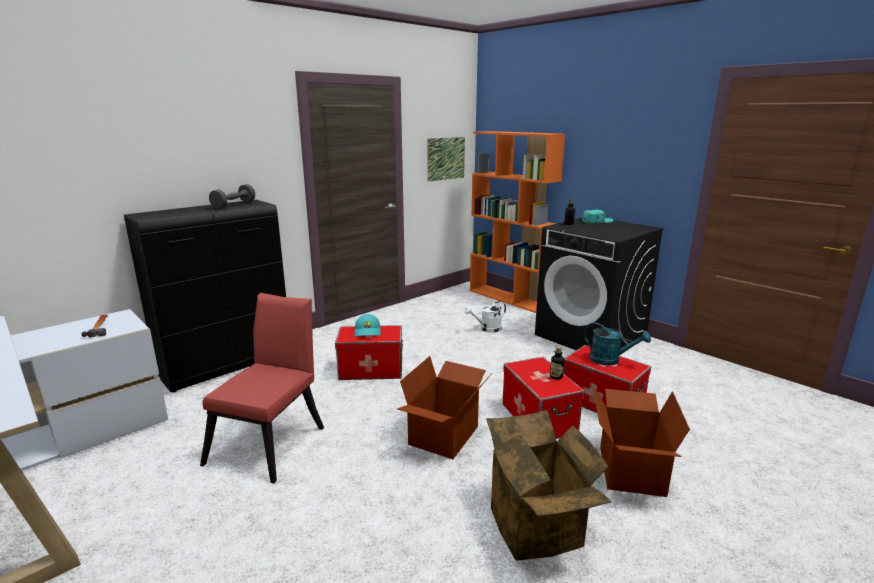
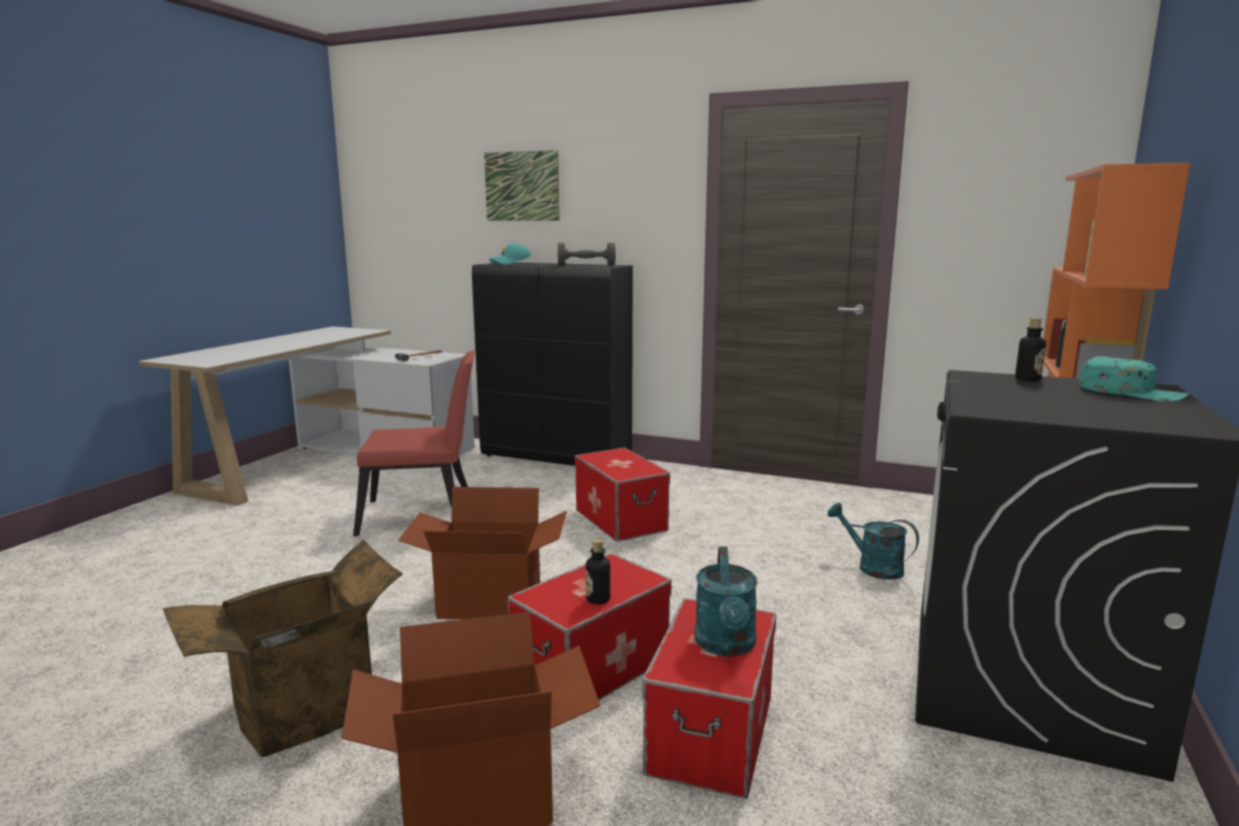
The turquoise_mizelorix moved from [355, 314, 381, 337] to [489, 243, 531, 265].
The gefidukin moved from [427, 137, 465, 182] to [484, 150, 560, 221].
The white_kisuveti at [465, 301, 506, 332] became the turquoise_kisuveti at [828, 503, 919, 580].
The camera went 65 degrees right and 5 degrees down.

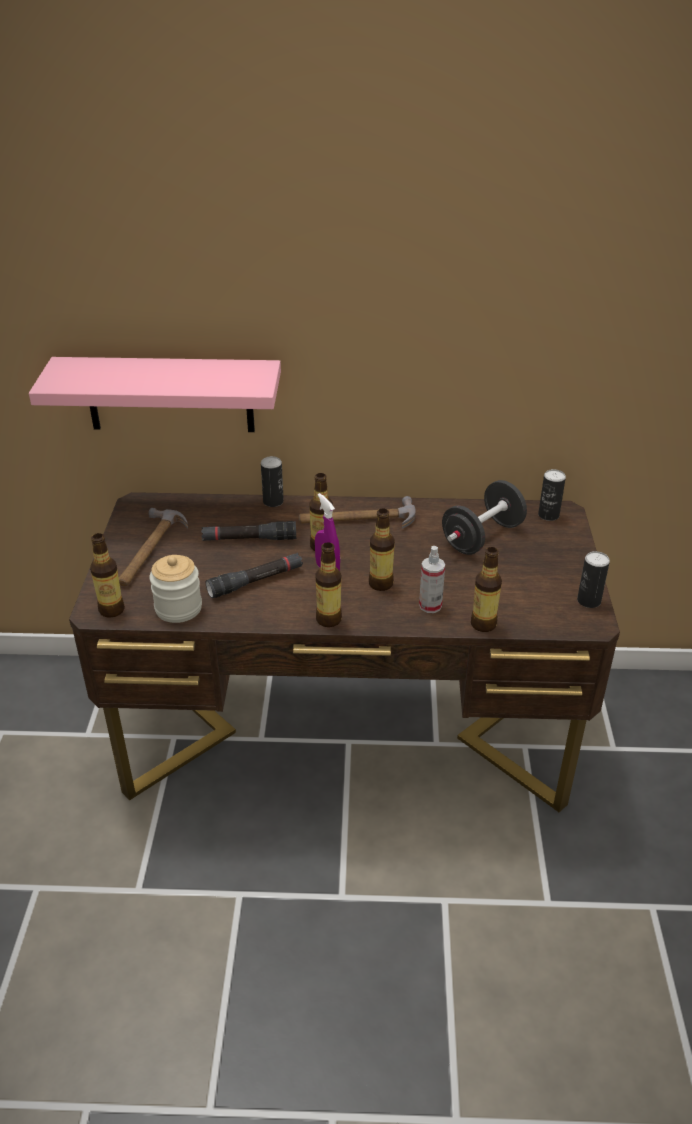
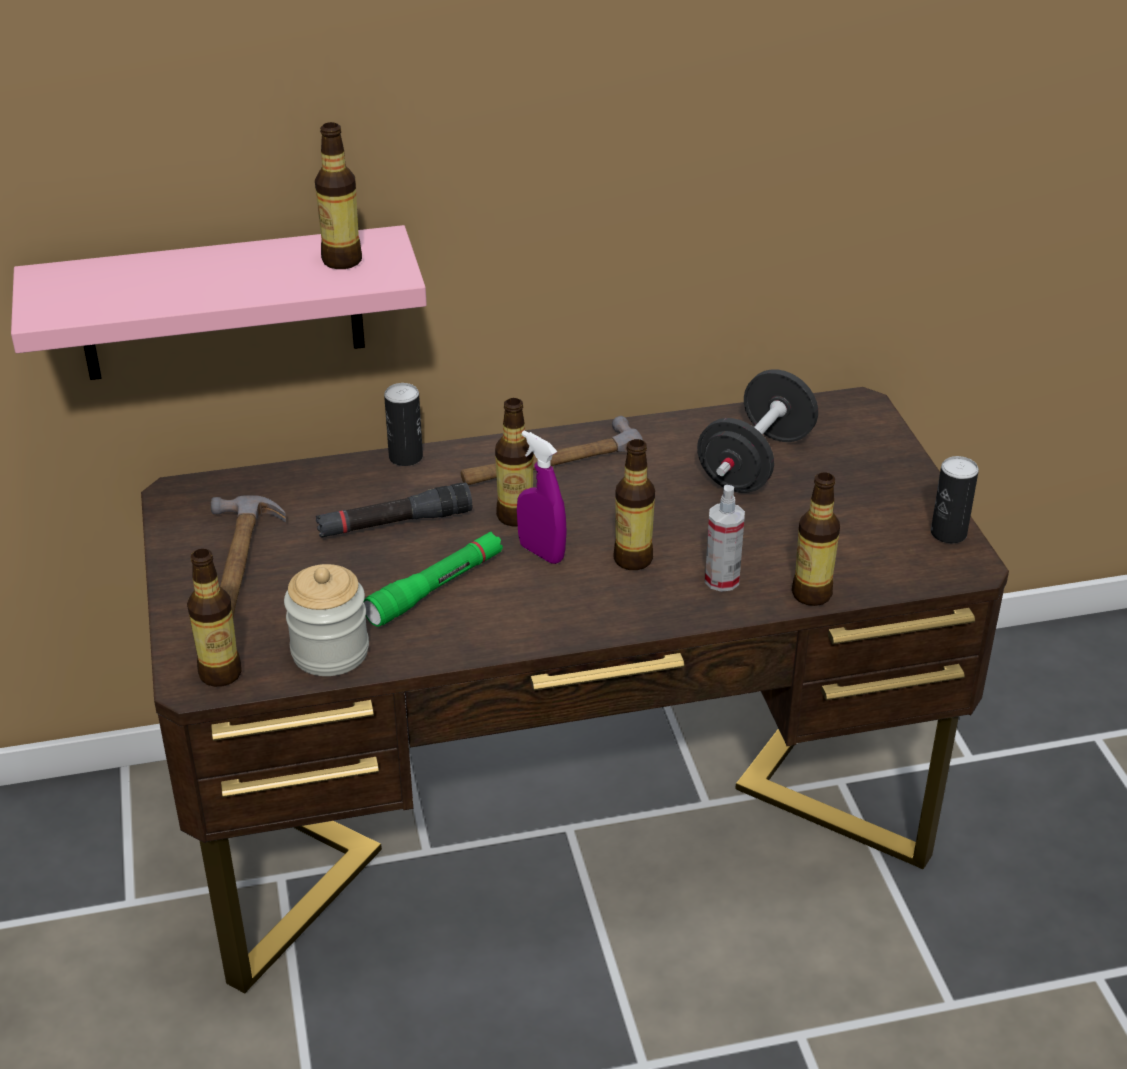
The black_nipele at [206, 553, 303, 598] became the green_nipele at [364, 532, 503, 627].
The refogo moved from [315, 543, 342, 627] to [315, 122, 362, 269].
The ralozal at [538, 469, 566, 521] disappeared.
The camera went 15 degrees left and 0 degrees up.

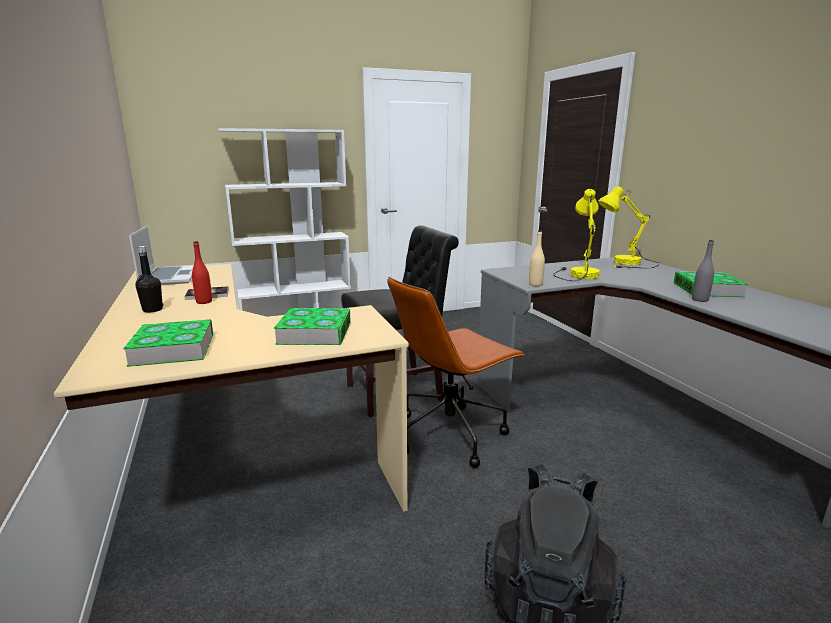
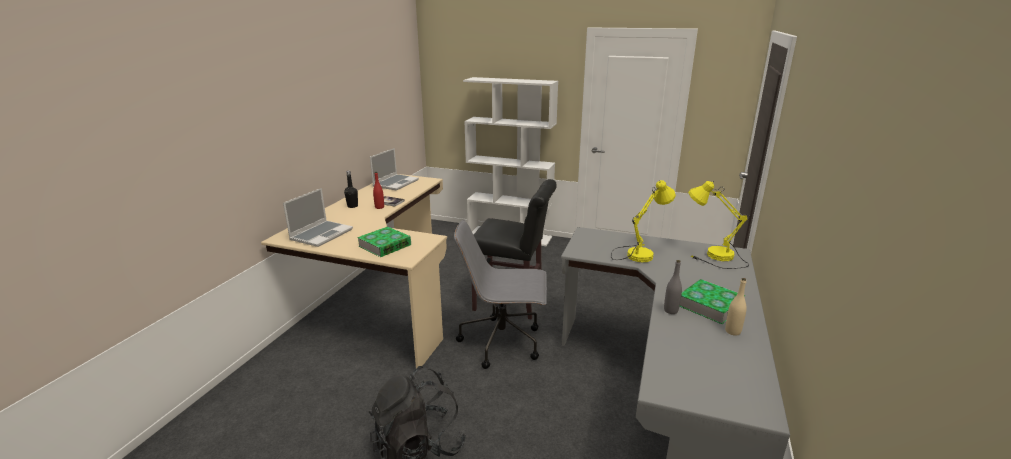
The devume at [123, 319, 213, 367] was replaced by the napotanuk at [283, 188, 353, 247].
The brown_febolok at [387, 277, 525, 468] became the grey_febolok at [454, 220, 547, 369].
The beige_refogo moved from [529, 230, 545, 286] to [725, 278, 747, 336].
The camera went 40 degrees right and 5 degrees up.

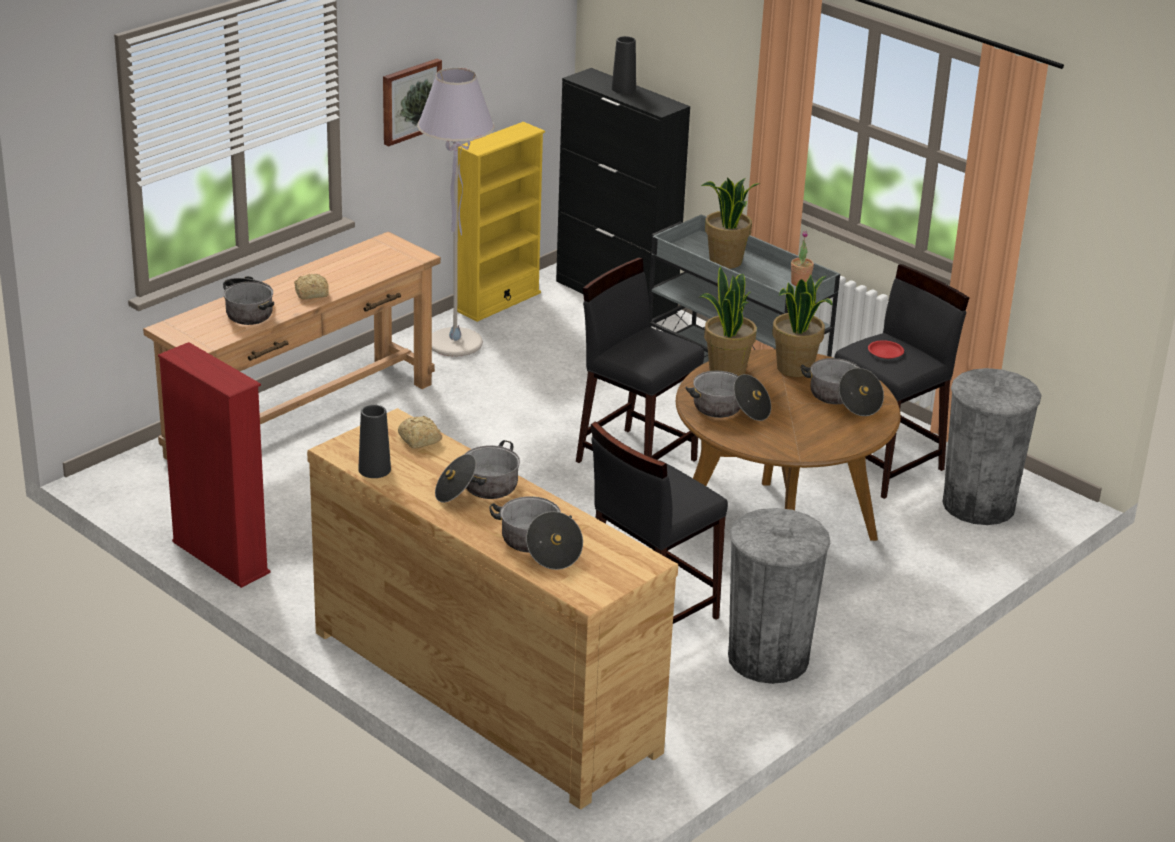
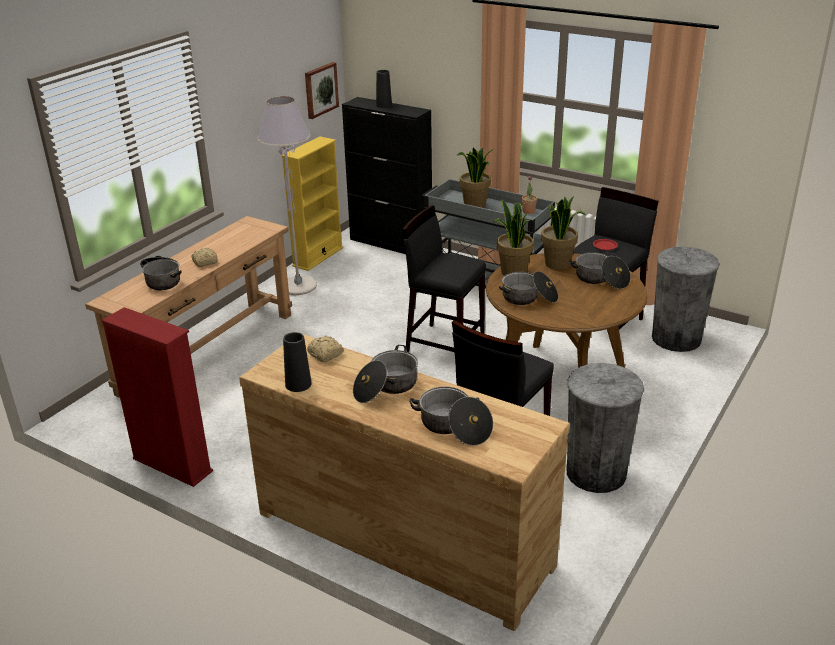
The gefidukin moved from [383, 58, 442, 146] to [305, 62, 339, 119].
The camera went 10 degrees left and 0 degrees up.

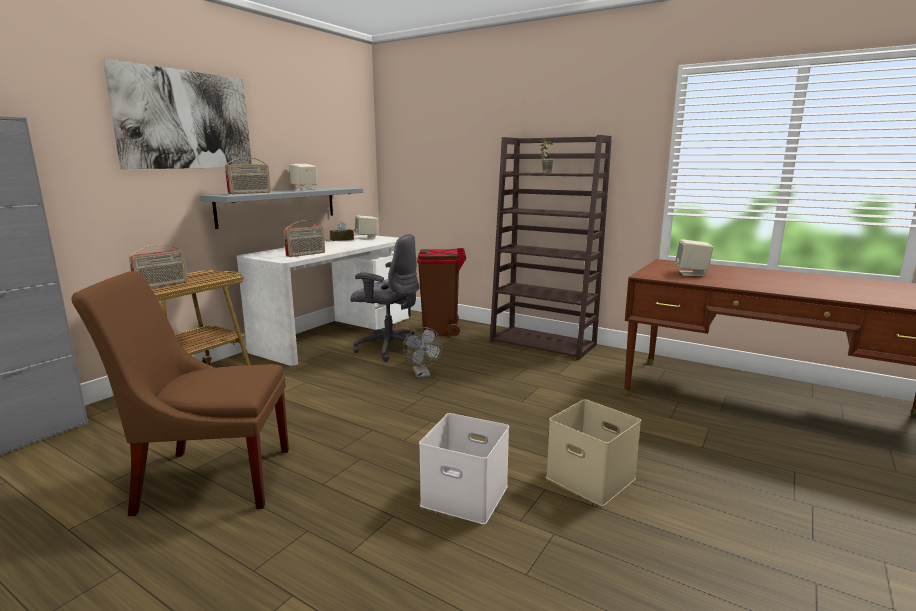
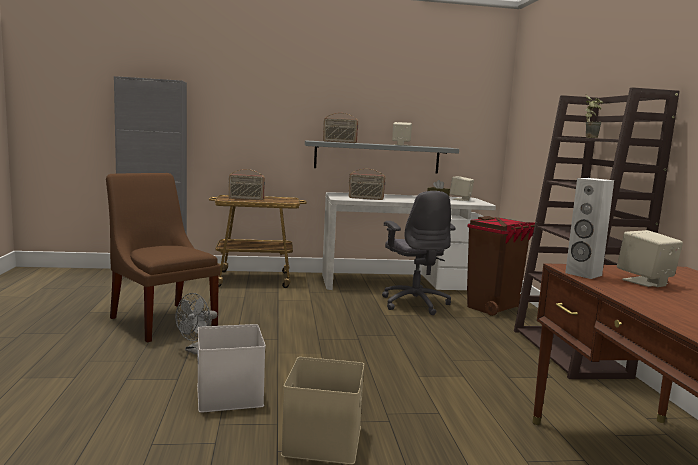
The gefidukin at [103, 59, 252, 169] disappeared.
The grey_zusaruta moved from [403, 327, 443, 378] to [175, 293, 217, 355].
The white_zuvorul at [565, 178, 614, 279] appeared.
The camera went 50 degrees right and 5 degrees down.

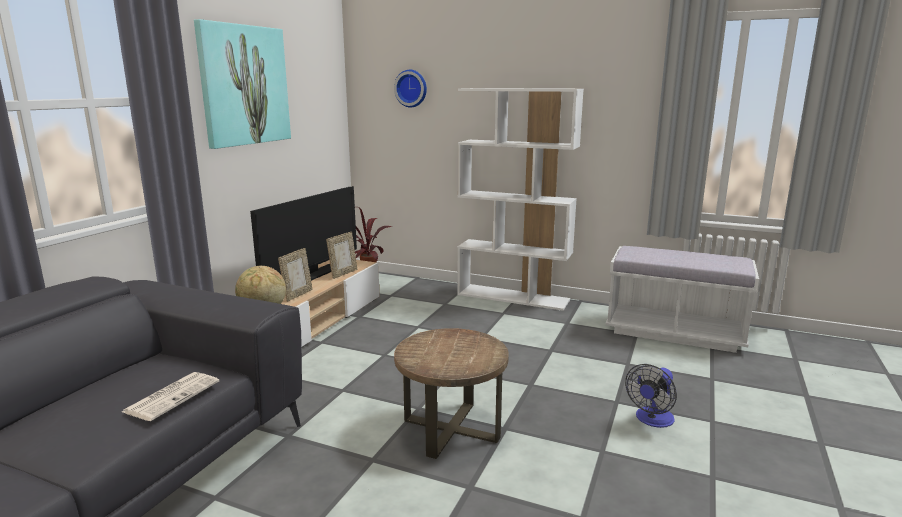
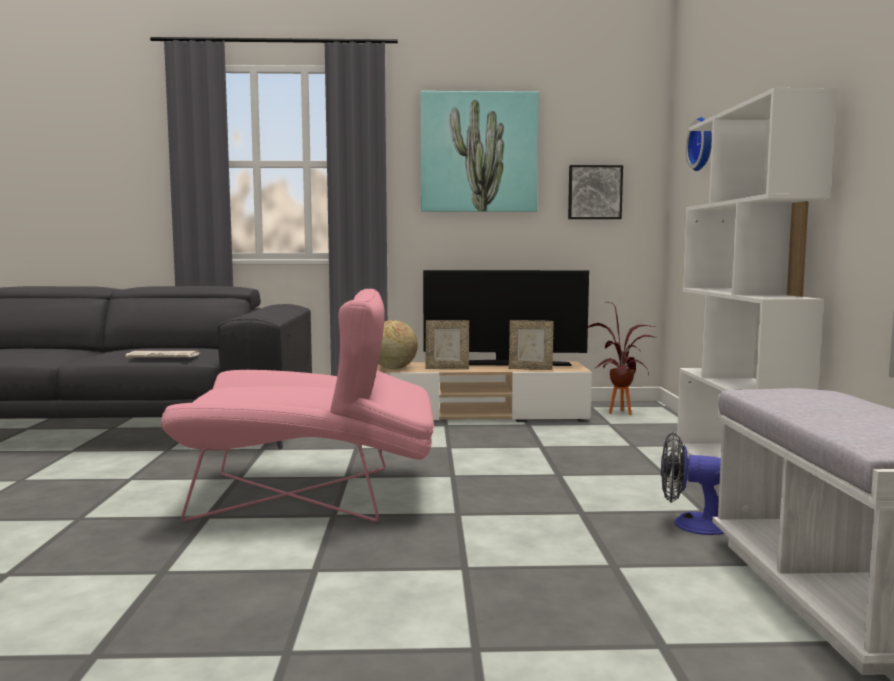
The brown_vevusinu at [394, 328, 509, 459] was replaced by the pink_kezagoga at [161, 289, 434, 522].
The zusaruta moved from [625, 364, 677, 428] to [661, 432, 724, 535].
The gefidukin at [568, 165, 623, 219] appeared.
The camera went 65 degrees right and 10 degrees down.

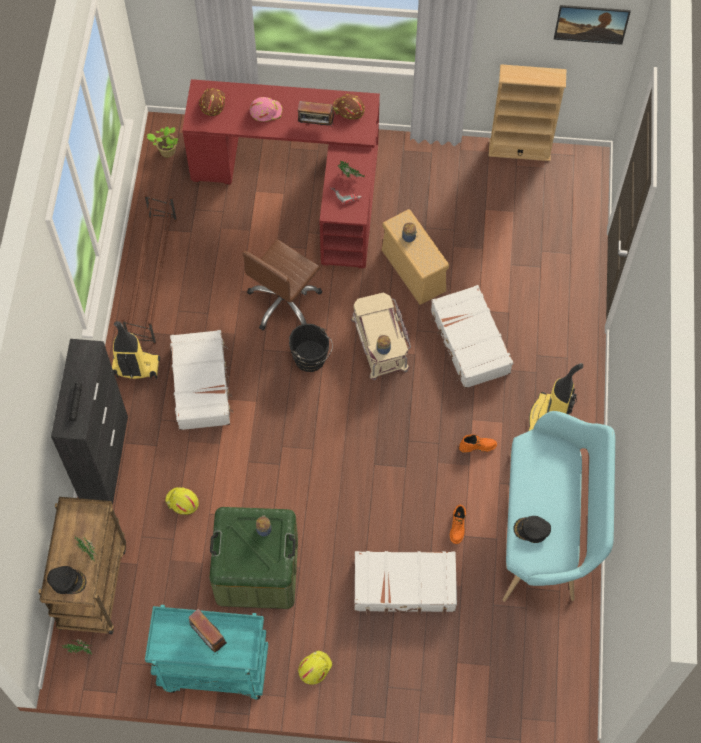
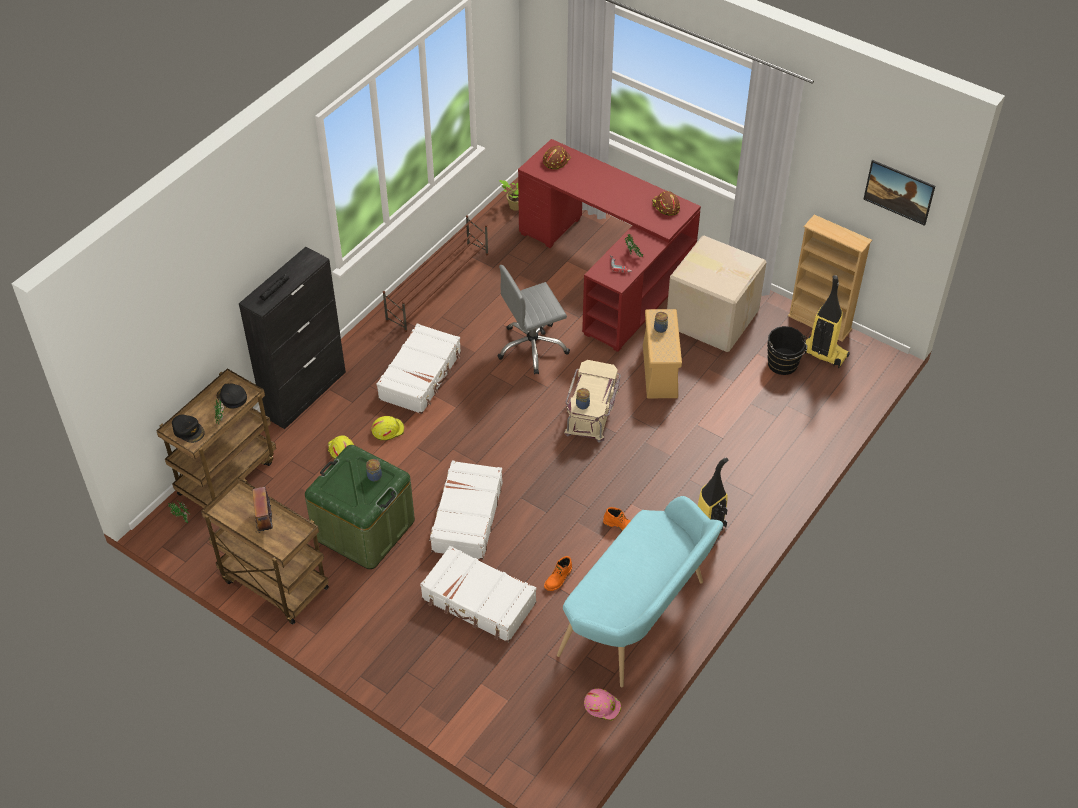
The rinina moved from [112, 321, 160, 379] to [804, 275, 850, 369].
The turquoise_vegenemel at [145, 605, 268, 700] became the brown_vegenemel at [201, 477, 329, 625].
The brown_febolok at [242, 239, 322, 330] became the grey_febolok at [497, 265, 570, 374].
The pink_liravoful moved from [250, 97, 283, 122] to [584, 688, 621, 721].
The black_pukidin moved from [289, 324, 333, 372] to [767, 326, 807, 375].
The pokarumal at [298, 101, 334, 127] disappeared.
The yellow_liravoful moved from [298, 650, 332, 685] to [371, 416, 404, 440].
The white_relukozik moved from [431, 285, 513, 389] to [429, 461, 503, 560].
The black_mizelorix moved from [513, 516, 551, 543] to [217, 384, 247, 408].
The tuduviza at [667, 236, 767, 352] appeared.
The camera went 30 degrees right and 15 degrees down.

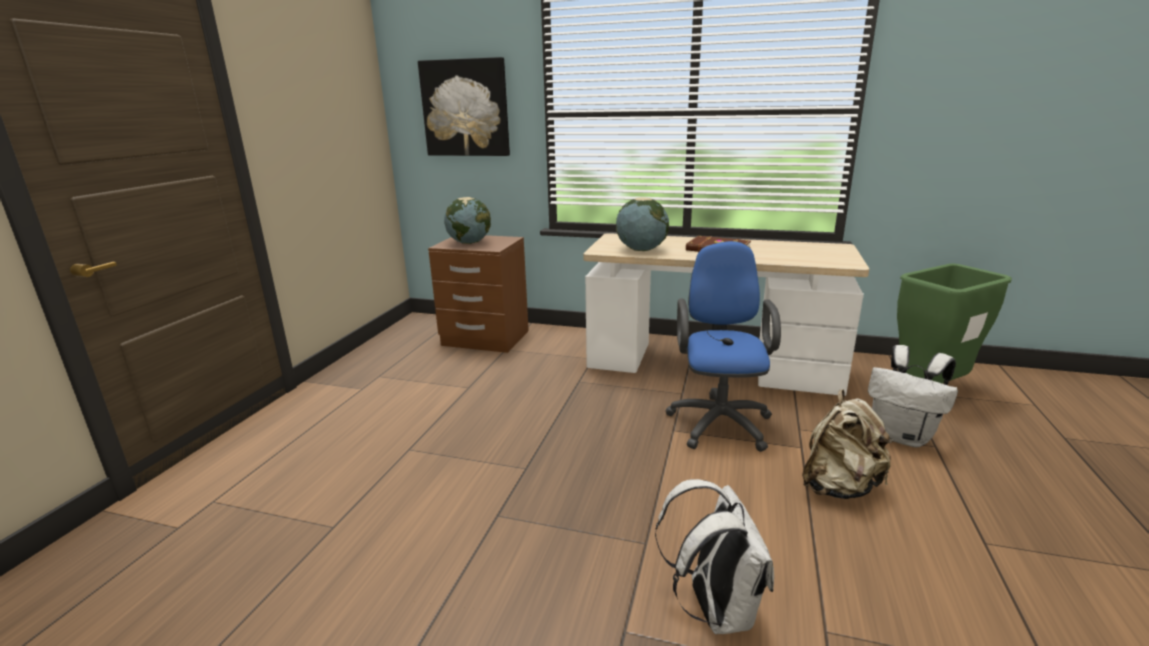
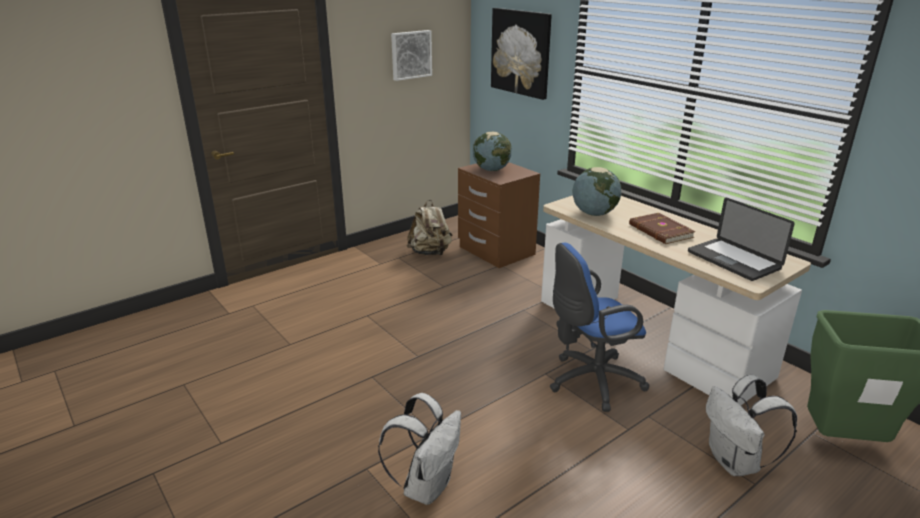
The blue_febolok at [665, 241, 781, 452] turned 150 degrees counterclockwise.
The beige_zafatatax moved from [802, 390, 893, 499] to [407, 200, 452, 255].
The gefidukin at [391, 30, 432, 81] appeared.
The napotanuk at [688, 198, 795, 281] appeared.
The camera went 35 degrees right and 5 degrees up.

